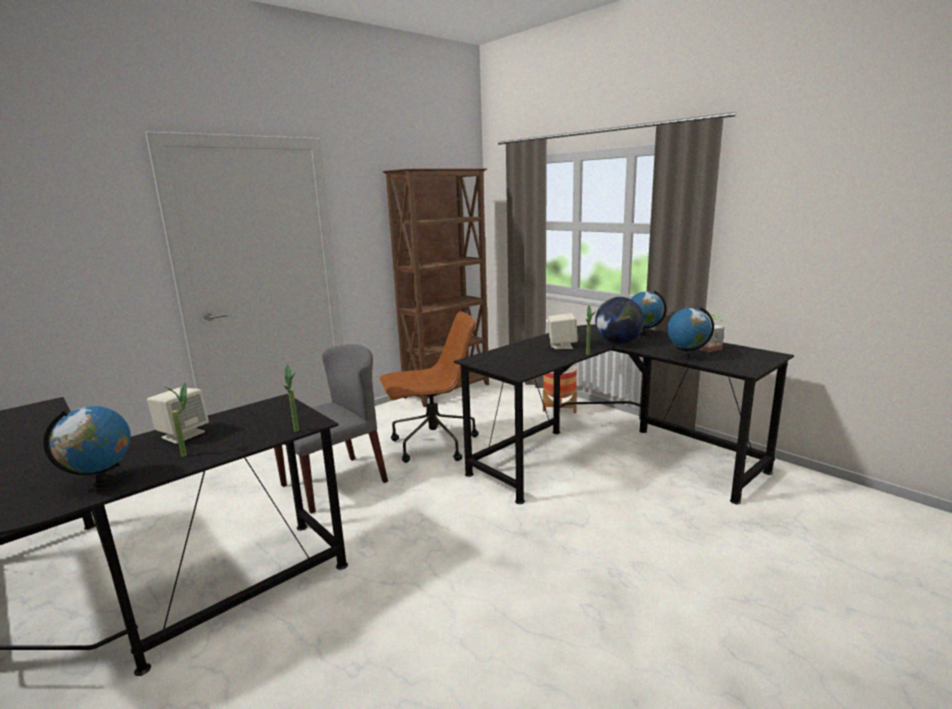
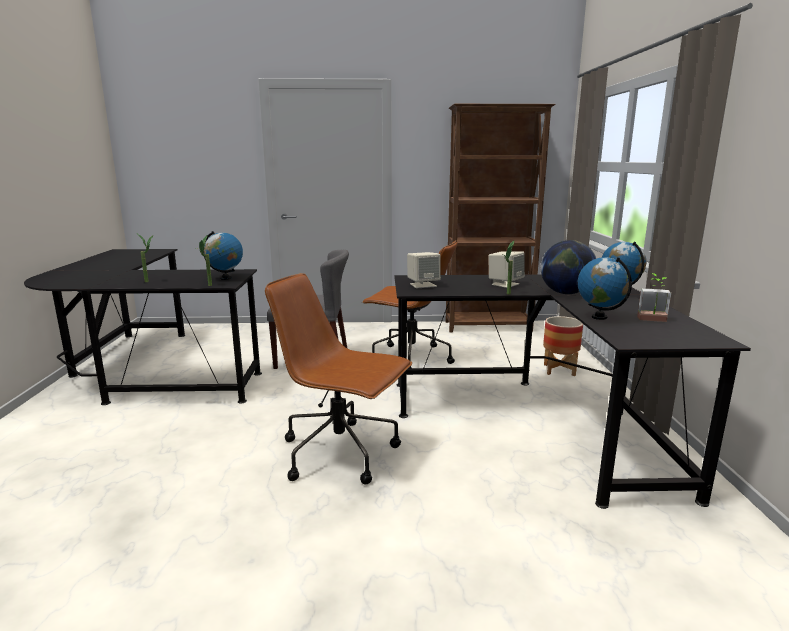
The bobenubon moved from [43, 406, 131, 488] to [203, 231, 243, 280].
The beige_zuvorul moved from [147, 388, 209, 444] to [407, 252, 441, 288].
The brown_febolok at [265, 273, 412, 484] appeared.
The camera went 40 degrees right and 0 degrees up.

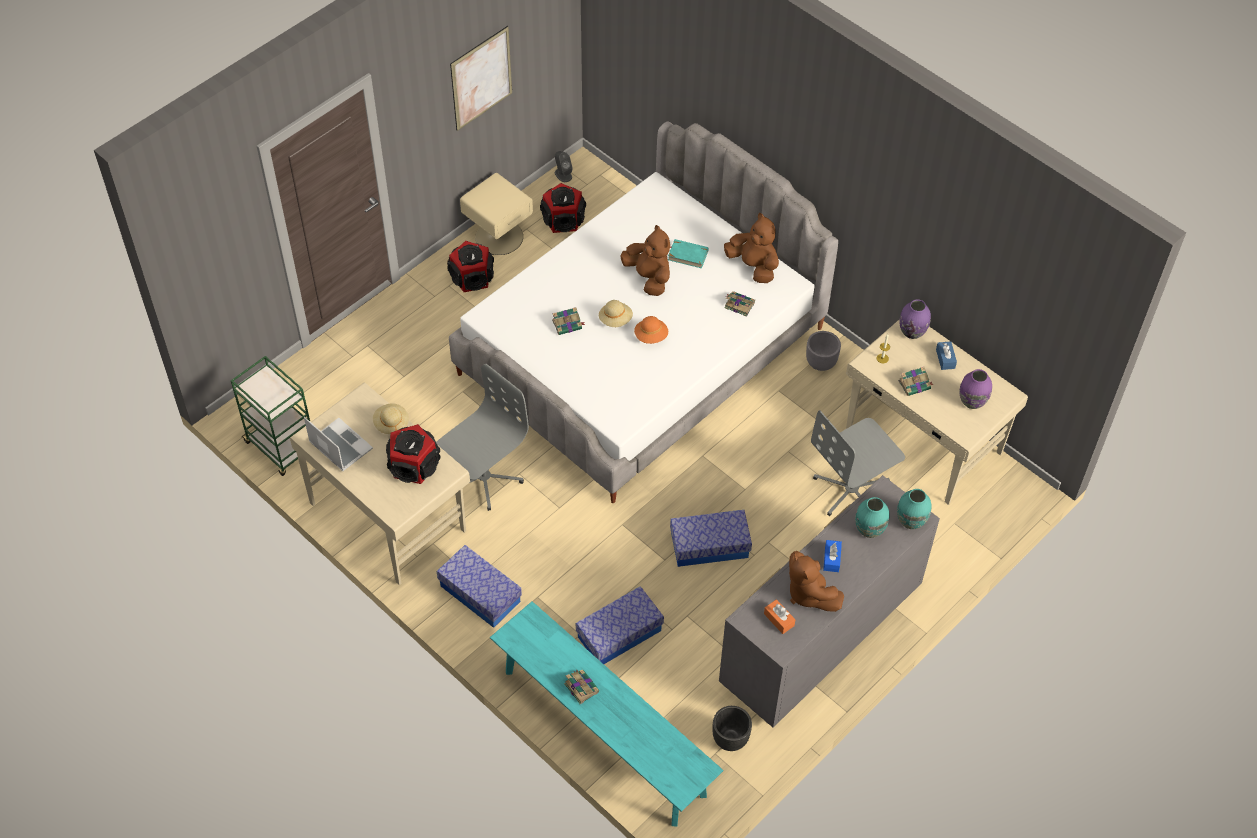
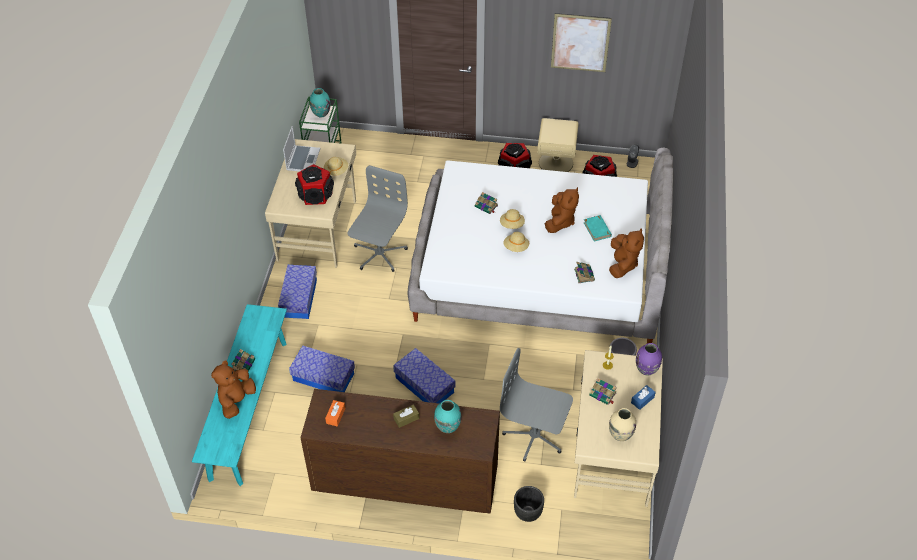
The grey_febolok at [436, 364, 529, 511] turned 75 degrees counterclockwise.
The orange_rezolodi at [634, 316, 668, 344] became the beige_rezolodi at [503, 232, 529, 252].
The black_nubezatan moved from [713, 706, 752, 751] to [514, 486, 544, 522].
The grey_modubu at [719, 475, 940, 727] became the brown_modubu at [301, 389, 500, 514].
The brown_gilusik moved from [789, 551, 844, 612] to [211, 360, 256, 419].
The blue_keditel at [823, 540, 842, 572] became the brown_keditel at [393, 404, 419, 428].
The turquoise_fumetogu moved from [897, 489, 931, 529] to [310, 88, 331, 117].
The purple_fumetogu at [960, 369, 992, 409] became the beige_fumetogu at [609, 408, 636, 441].
The camera went 55 degrees right and 5 degrees down.

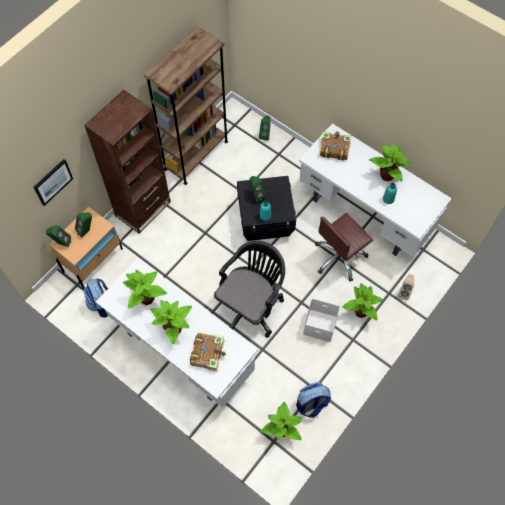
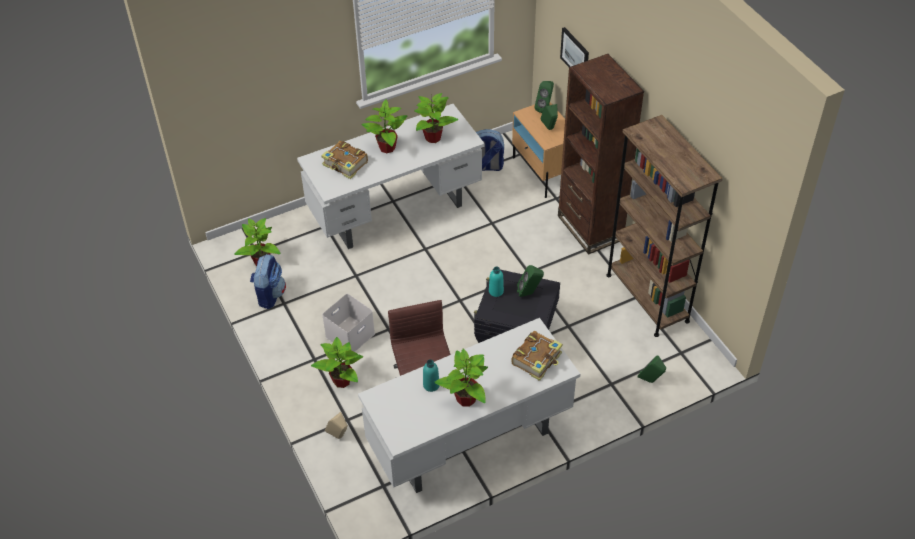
The black_febolok at [214, 241, 285, 338] disappeared.
The camera went 115 degrees right and 15 degrees down.

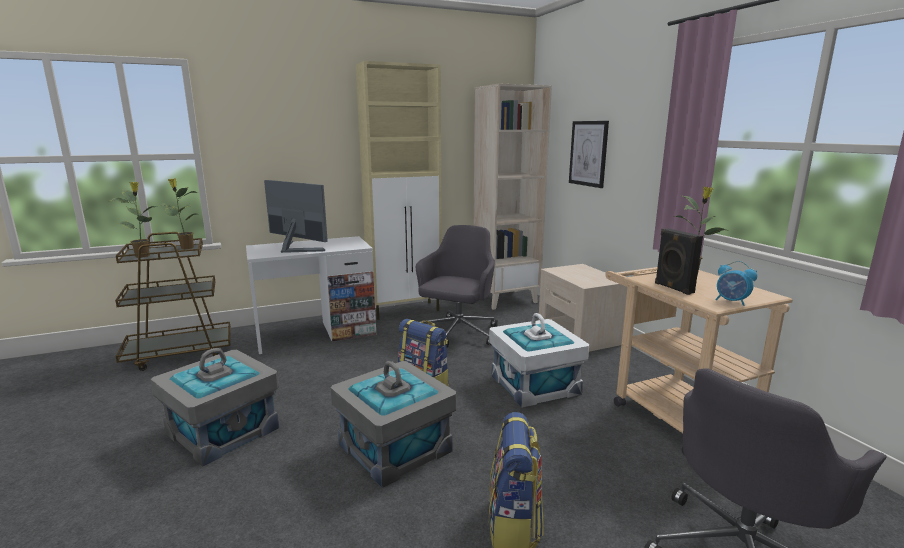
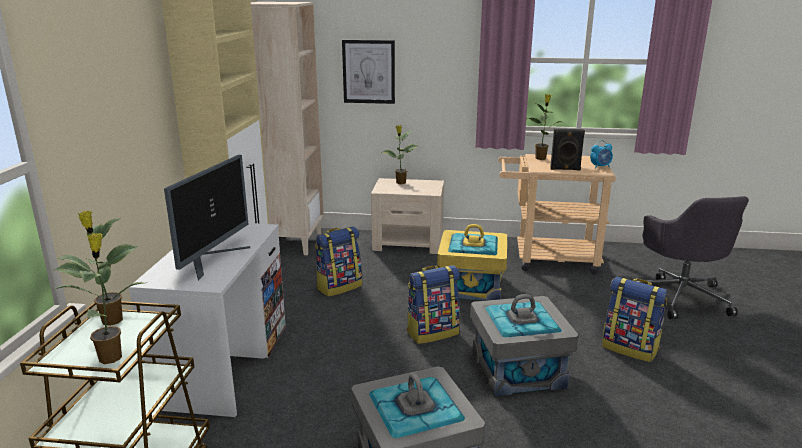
The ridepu at [264, 180, 328, 253] turned 135 degrees clockwise.
The grey_febolok at [416, 225, 498, 348] was replaced by the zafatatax at [315, 226, 362, 297].
The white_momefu at [489, 313, 589, 408] became the yellow_momefu at [437, 224, 507, 301].
The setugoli at [382, 125, 418, 184] appeared.
The camera went 60 degrees left and 5 degrees up.

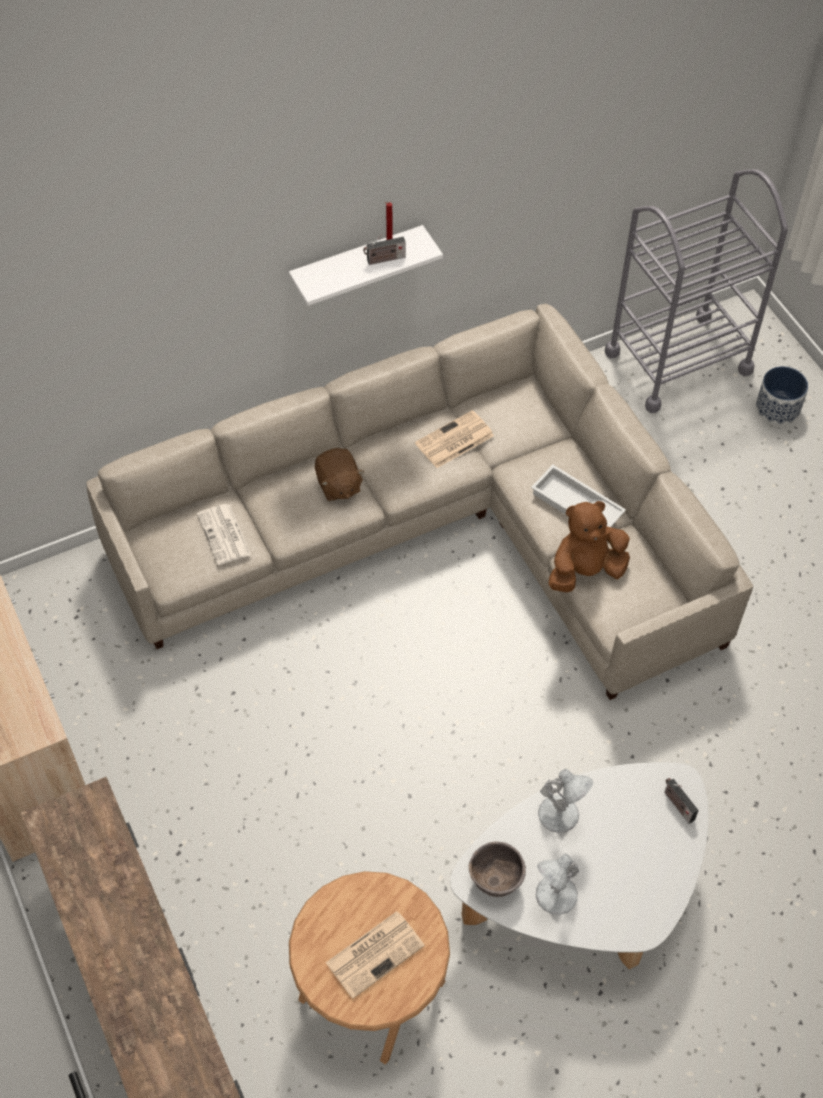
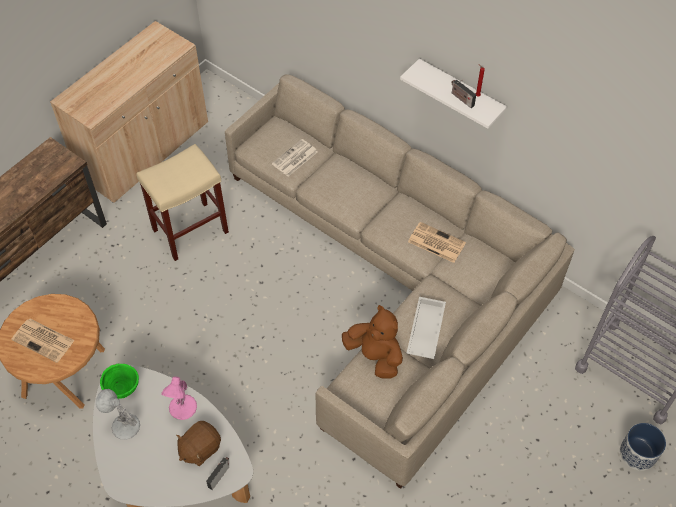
The brown_gilusik moved from [315, 448, 364, 501] to [176, 421, 221, 466].
The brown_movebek at [469, 842, 526, 897] became the green_movebek at [100, 364, 139, 399].
The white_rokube at [538, 769, 593, 833] became the pink_rokube at [162, 376, 197, 420].
The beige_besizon at [136, 144, 229, 261] appeared.
The camera went 65 degrees right and 0 degrees up.

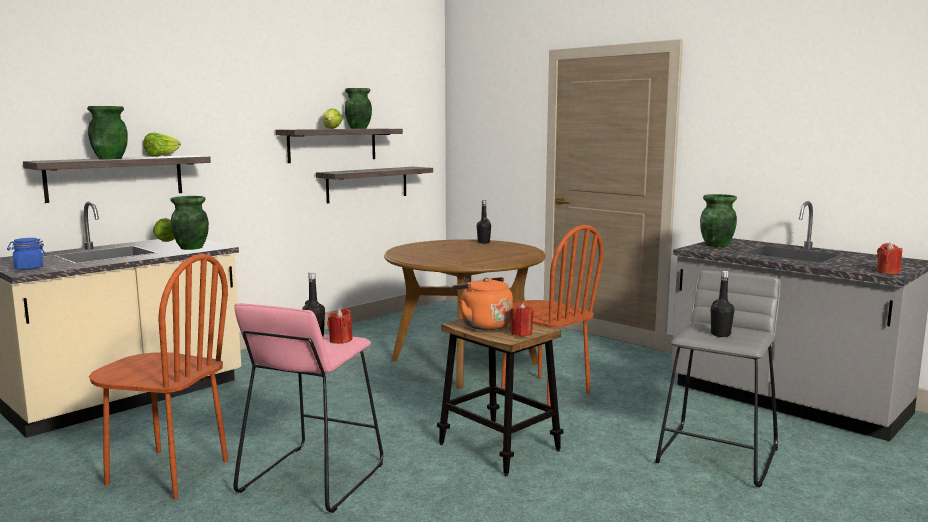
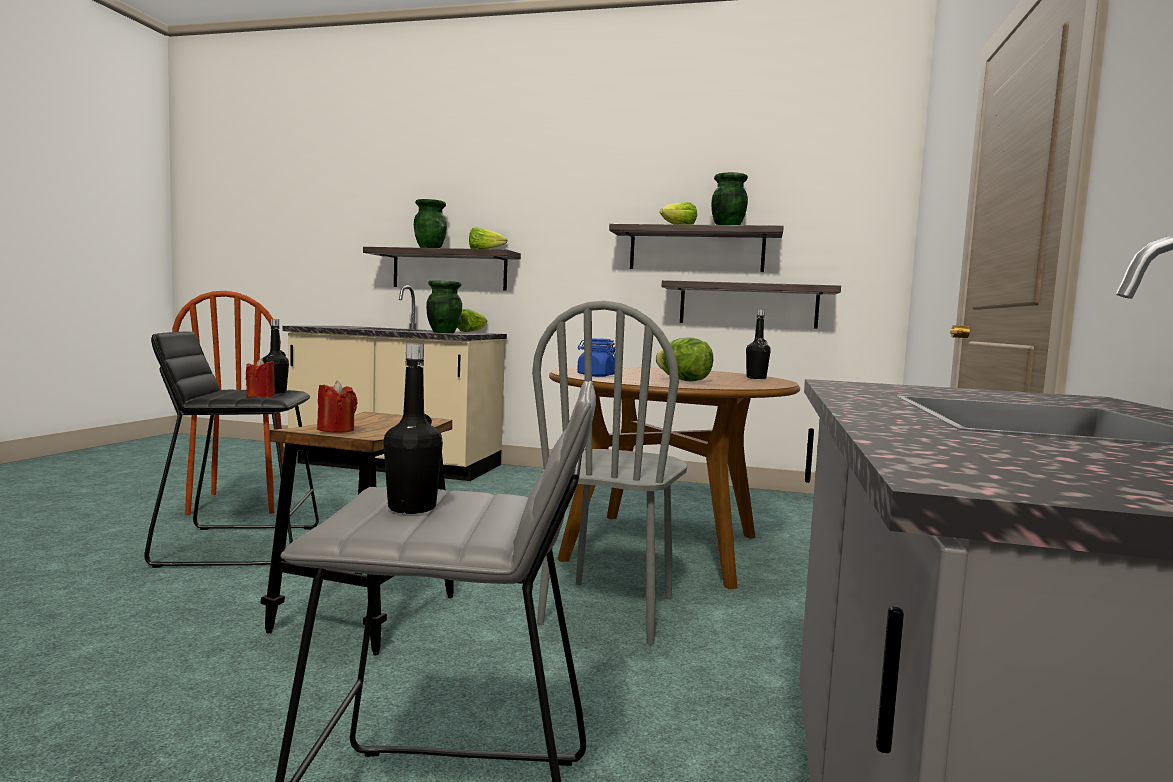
The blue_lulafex moved from [7, 238, 46, 270] to [577, 338, 615, 377].
The pink_besizon at [234, 303, 383, 513] became the black_besizon at [144, 331, 319, 568].
The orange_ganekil at [452, 277, 513, 330] disappeared.
The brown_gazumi at [501, 225, 604, 406] became the grey_gazumi at [532, 300, 687, 645].
The green_fumetogu at [700, 194, 737, 247] disappeared.
The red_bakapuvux at [877, 243, 902, 274] disappeared.
The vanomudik at [656, 337, 713, 381] appeared.
The camera went 60 degrees right and 5 degrees down.

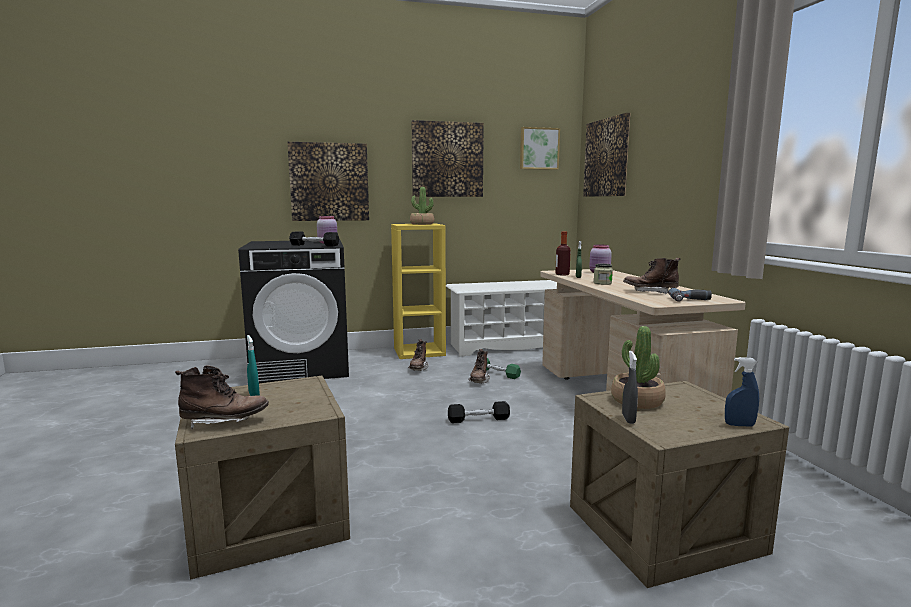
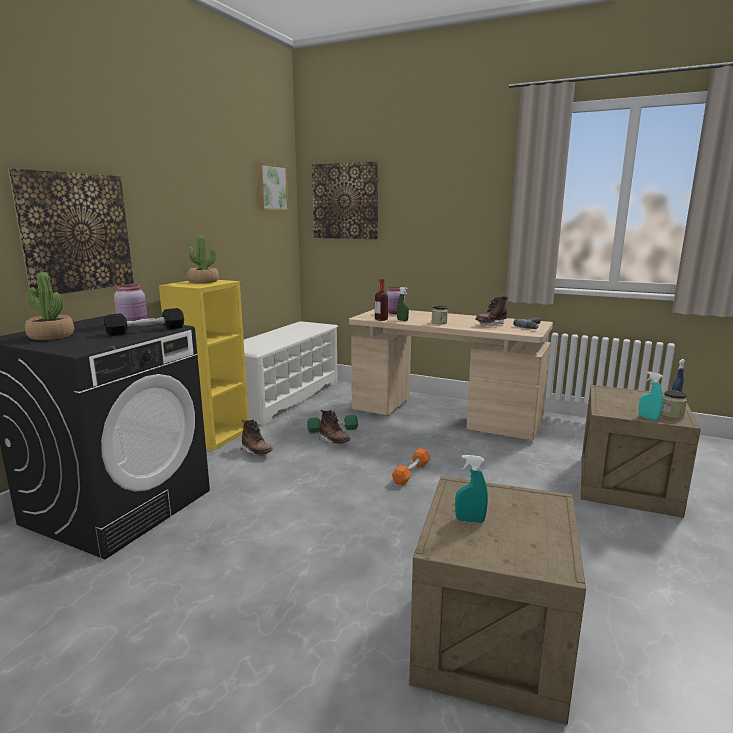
The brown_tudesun at [175, 365, 269, 429] disappeared.
The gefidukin at [411, 120, 484, 197] disappeared.
The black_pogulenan at [448, 401, 510, 423] became the orange_pogulenan at [392, 448, 430, 486].
The setugoli moved from [611, 326, 666, 409] to [25, 272, 74, 340].
The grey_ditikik at [622, 351, 638, 424] became the turquoise_ditikik at [639, 371, 663, 420].
The lulafex at [661, 390, 687, 418] appeared.
The camera went 50 degrees left and 5 degrees up.

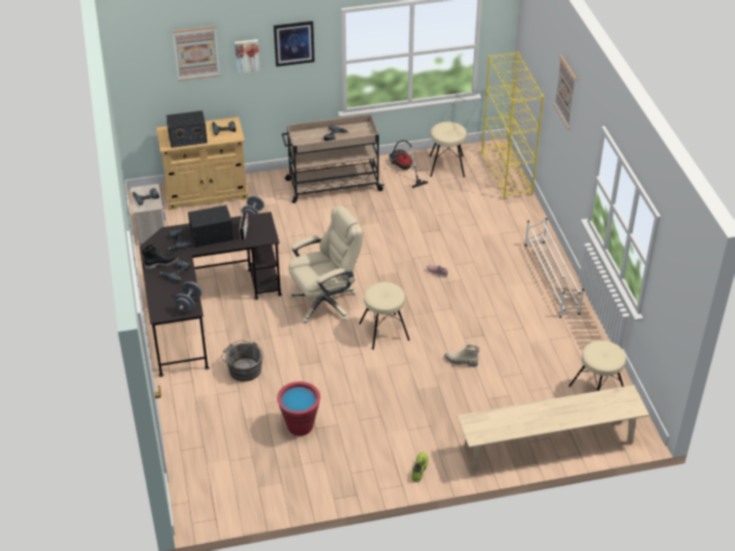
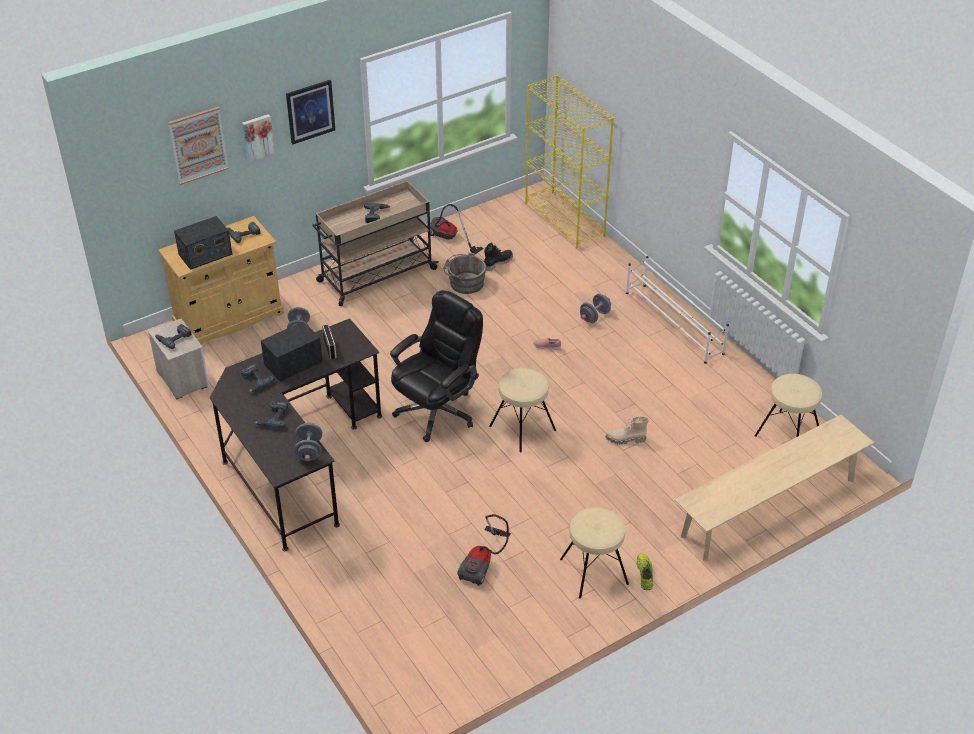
The black_tudesun moved from [142, 243, 179, 270] to [484, 242, 513, 271].
The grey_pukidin moved from [221, 340, 263, 382] to [443, 252, 486, 294].
The red_pukidin at [277, 382, 321, 436] was replaced by the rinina at [457, 514, 511, 586].
The beige_febolok at [288, 205, 363, 323] became the black_febolok at [390, 290, 483, 442].
The beige_besizon moved from [429, 122, 466, 177] to [560, 507, 629, 599].
The gefidukin at [553, 55, 577, 129] disappeared.
The grey_pogulenan at [580, 294, 611, 323] appeared.
The camera went 20 degrees left and 0 degrees up.

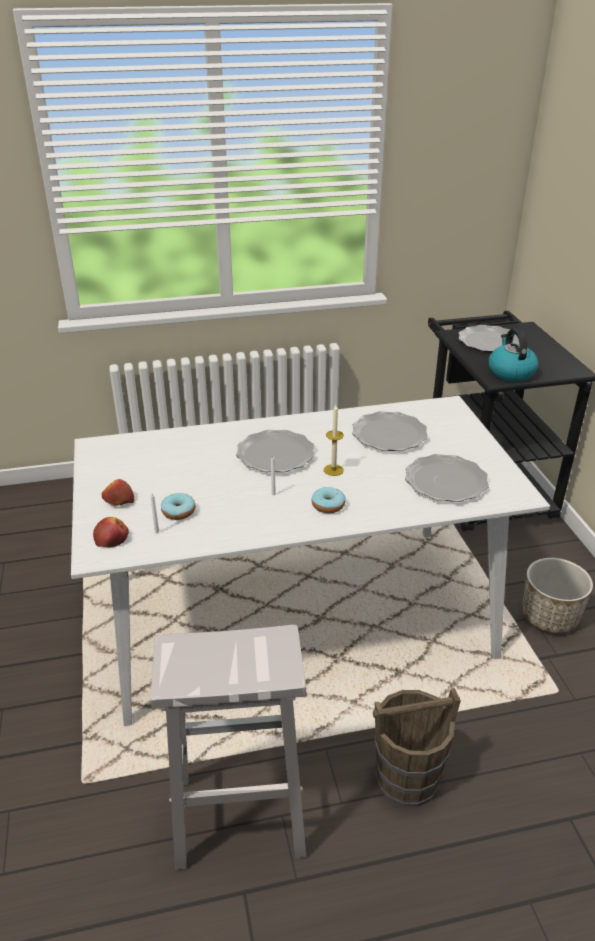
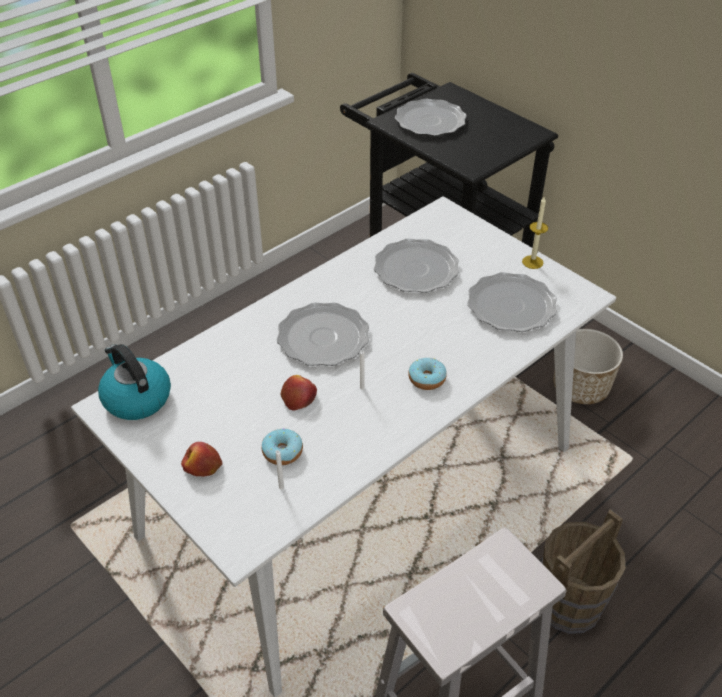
The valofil moved from [93, 517, 129, 547] to [280, 375, 317, 411].
The bakapuvux moved from [324, 405, 344, 476] to [522, 197, 548, 269].
The ganekil moved from [488, 328, 538, 381] to [98, 344, 171, 420].
The camera went 30 degrees left and 10 degrees up.

